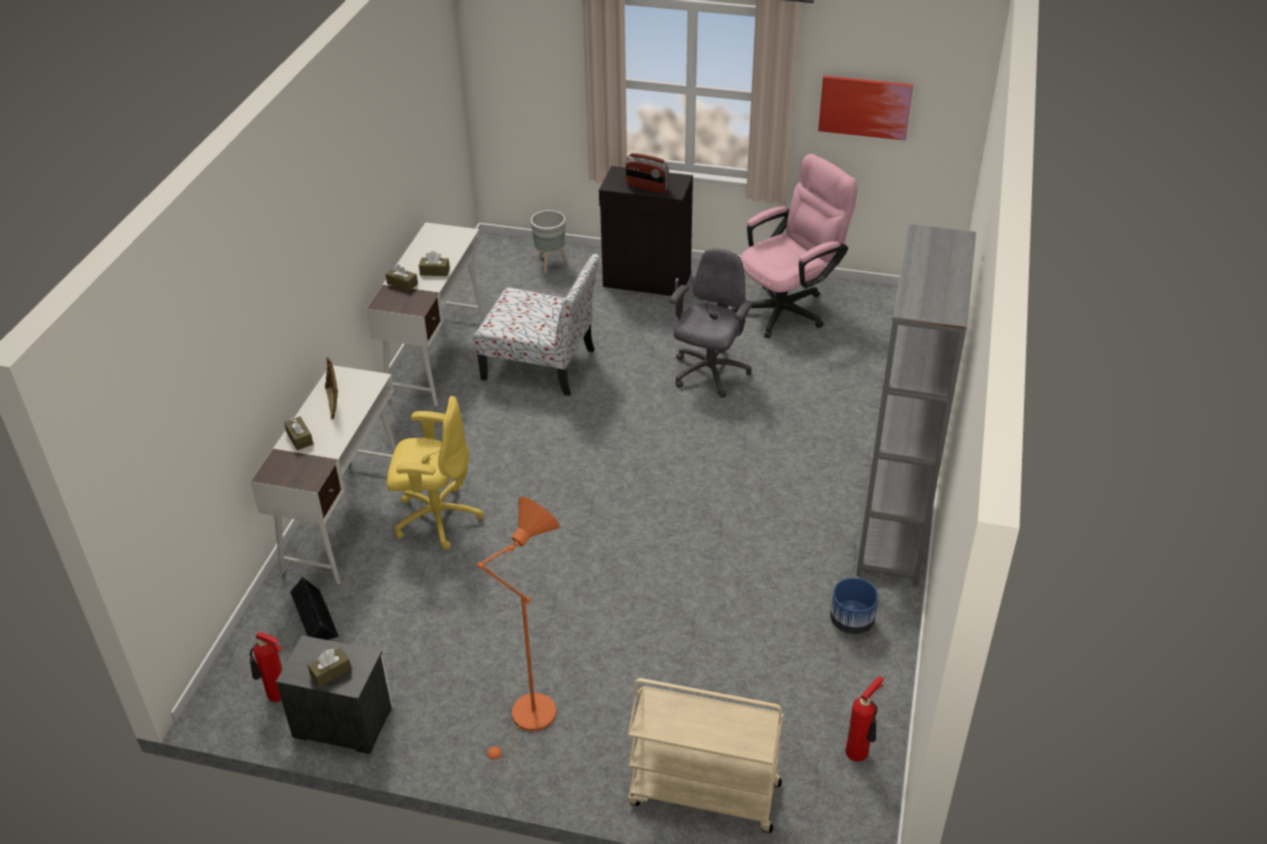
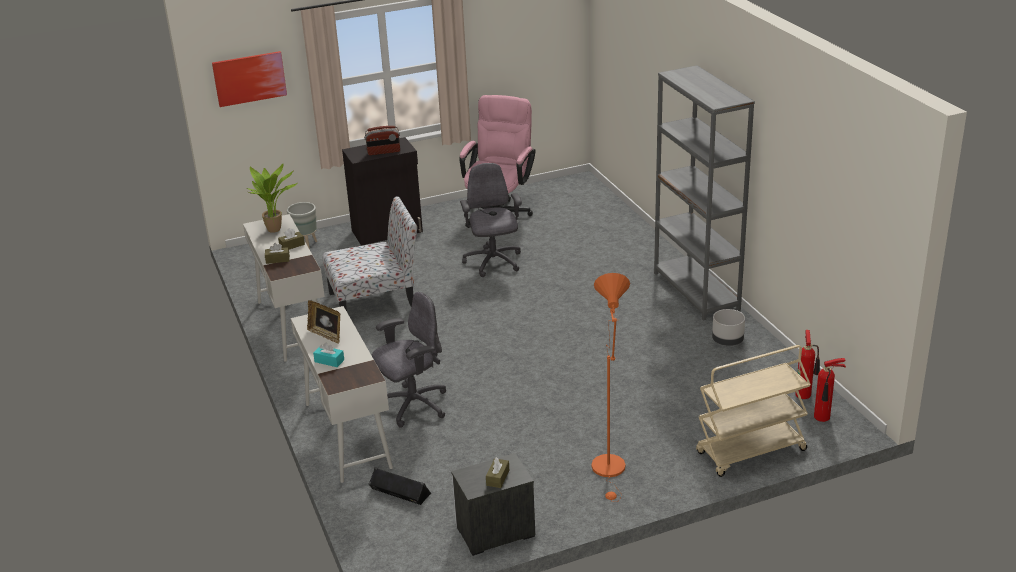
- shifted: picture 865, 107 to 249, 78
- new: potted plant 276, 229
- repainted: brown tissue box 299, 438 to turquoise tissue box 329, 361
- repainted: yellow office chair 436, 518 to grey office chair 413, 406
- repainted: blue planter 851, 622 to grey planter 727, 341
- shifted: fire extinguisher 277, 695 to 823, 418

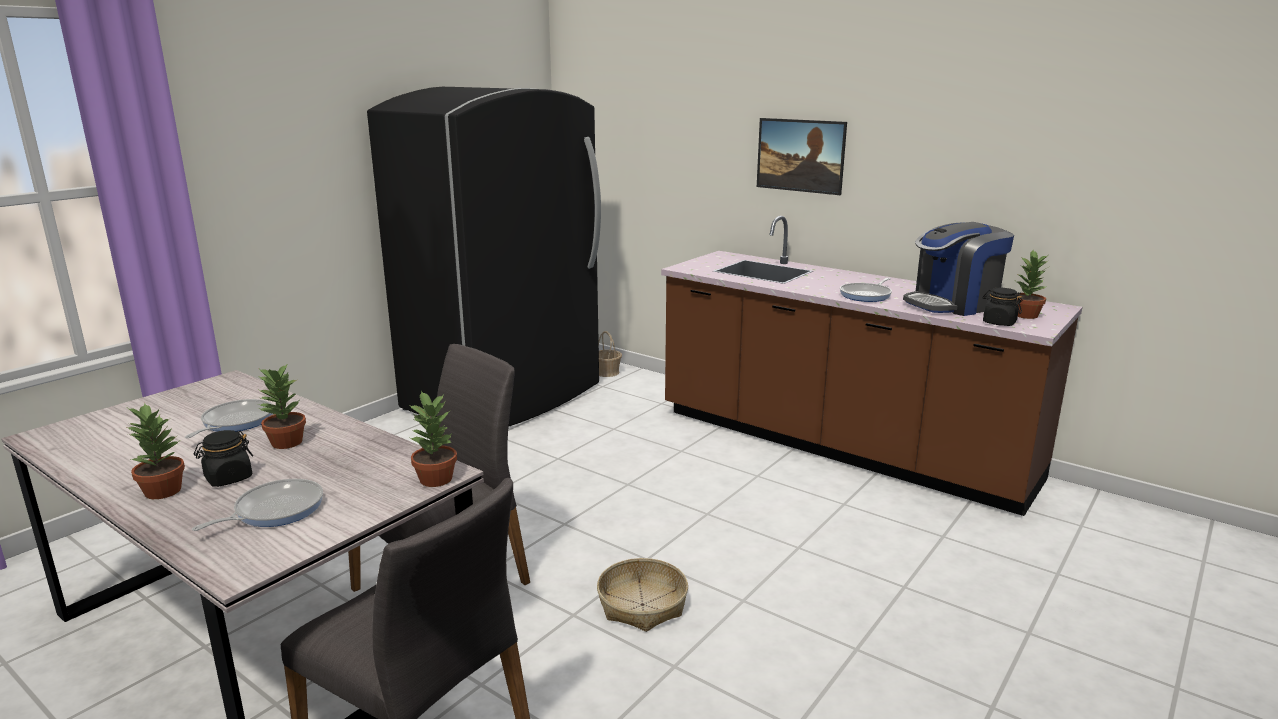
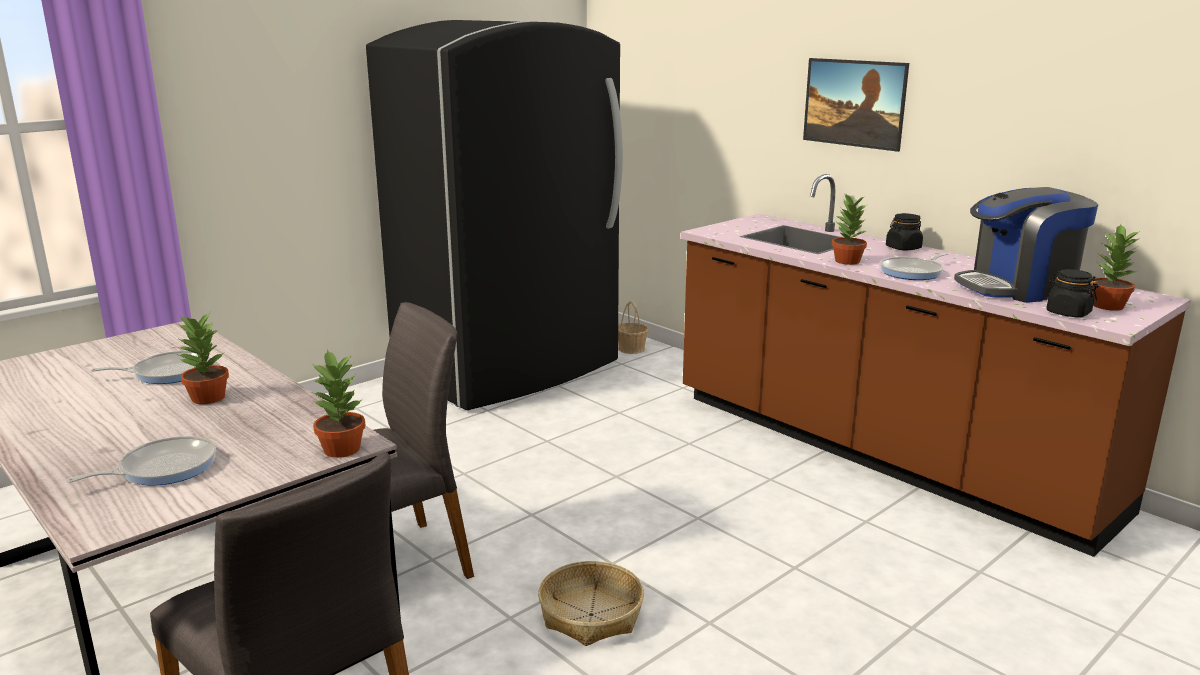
- rotated: frying pan 235, 422 = 167, 373 45 degrees clockwise
- shifted: potted plant 162, 491 to 846, 261
- shifted: black jar 228, 478 to 903, 248

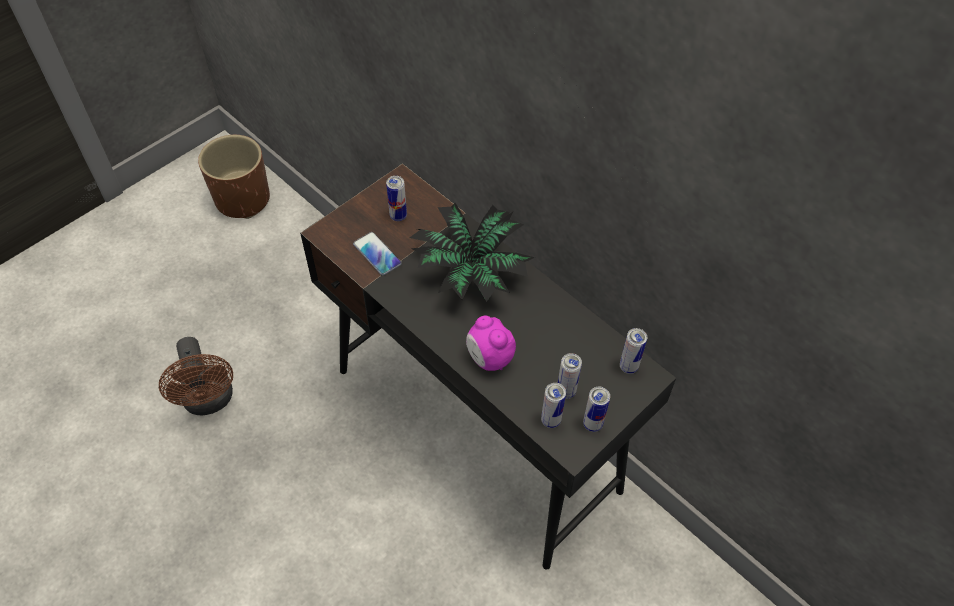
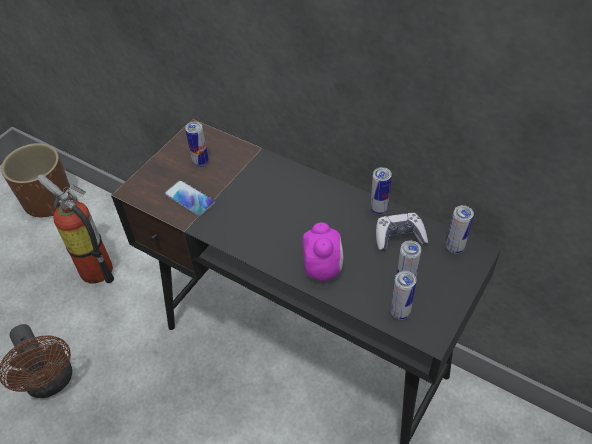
- new: fire extinguisher 96, 266
- rotated: alarm clock 489, 358 = 323, 268 135 degrees counterclockwise
- shifted: can 592, 424 to 379, 209
- new: game controller 399, 237
- gone: potted plant 470, 270

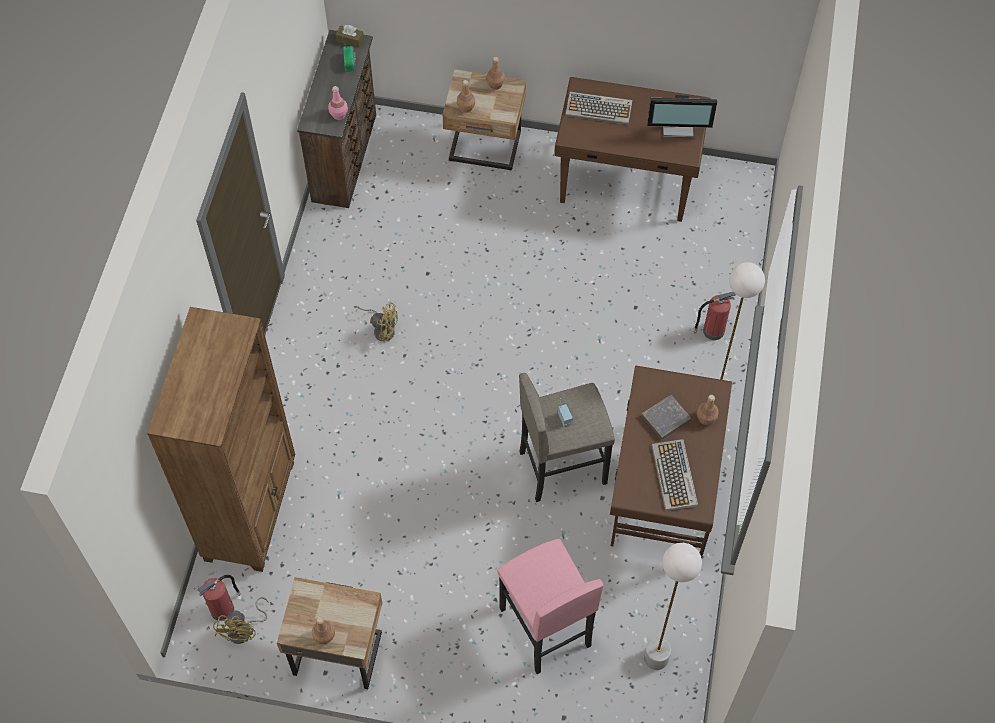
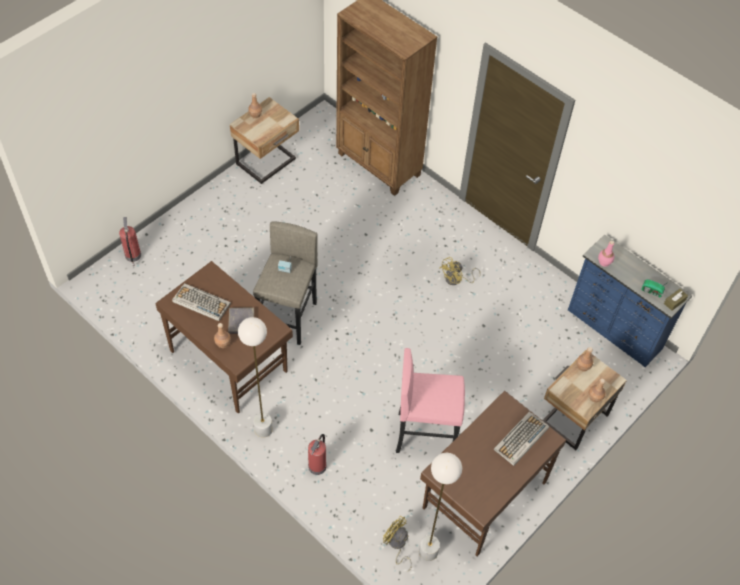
- shifted: fire extinguisher 223, 608 to 133, 256
- shifted: yellow fan 244, 630 to 397, 545
- shifted: pink stool 544, 627 to 425, 434
- shifted: white floor lamp 656, 658 to 428, 551
- repainted: brown dresser 346, 157 to blue dresser 614, 330
- gone: monitor 678, 126

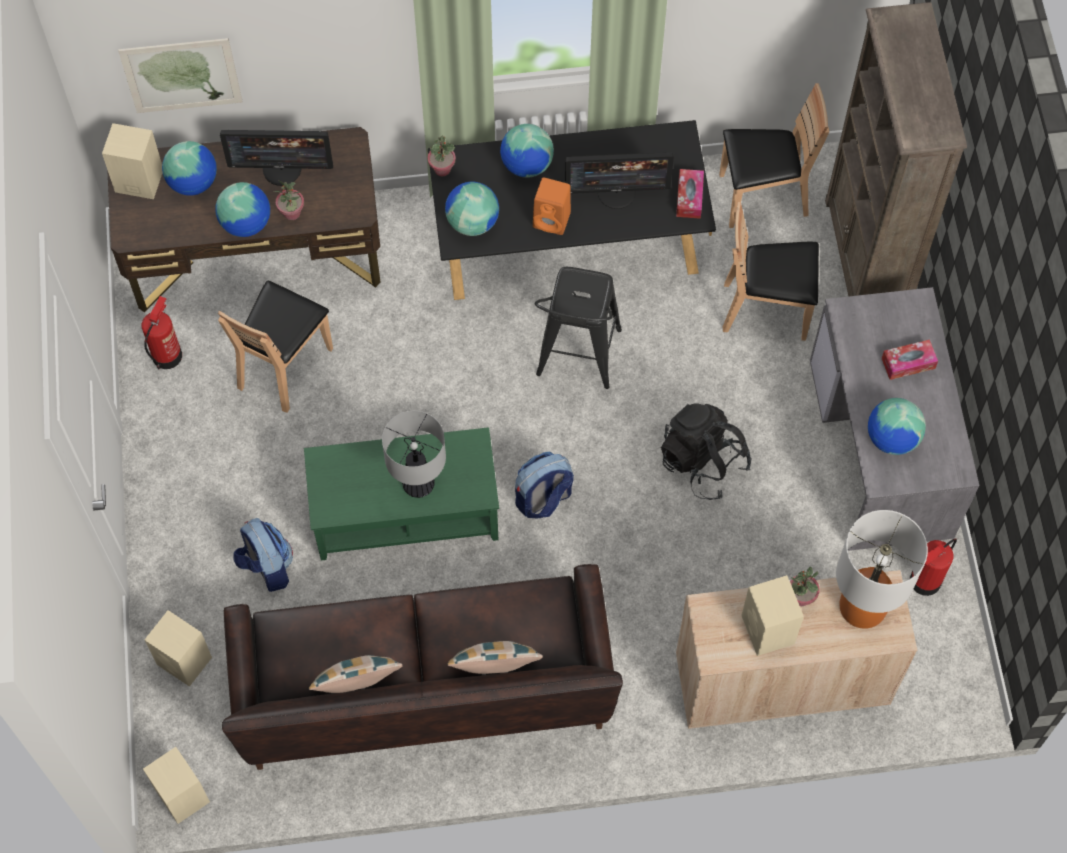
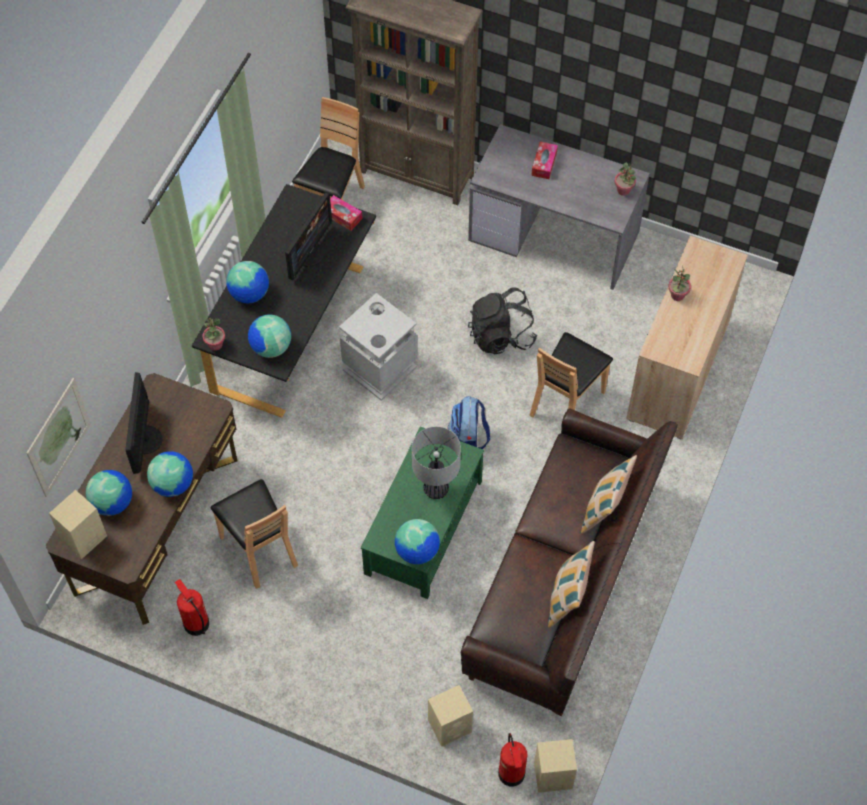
- rotated: monitor 282, 168 = 144, 440 150 degrees clockwise
- swapped: black stool 576, 361 to grey trash can 380, 369
- shifted: globe 891, 438 to 417, 551
- shifted: fire extinguisher 924, 581 to 511, 774
- shifted: brown chair 766, 309 to 566, 402
- shifted: potted plant 292, 213 to 623, 190
- gone: backpack 267, 566
- gone: orange speaker 553, 220
- gone: beige speaker 768, 631
- gone: table lamp 862, 607

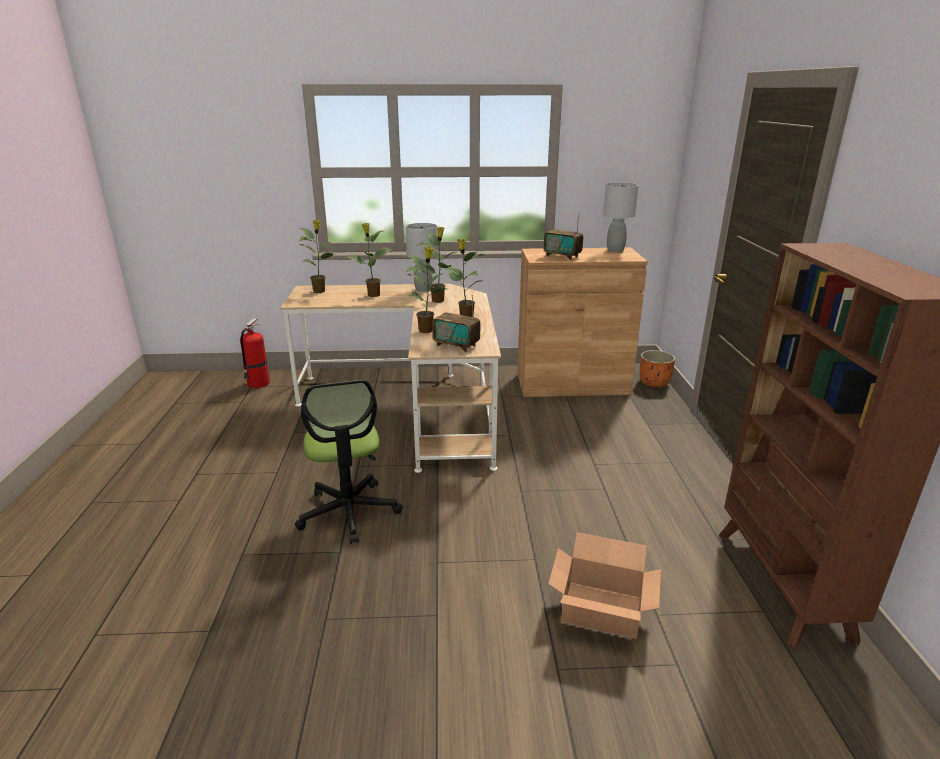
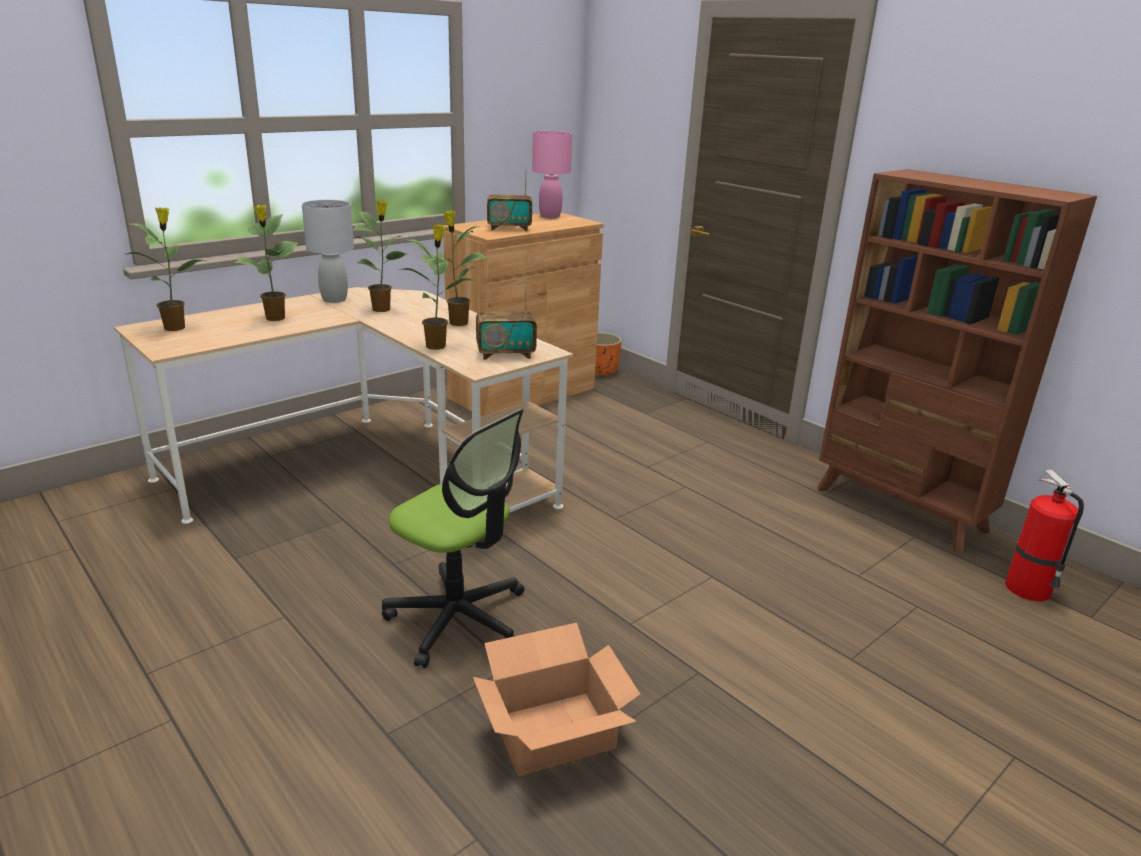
- shifted: cardboard box 600, 608 to 552, 731
- repainted: grey table lamp 615, 250 to pink table lamp 550, 216
- shifted: fire extinguisher 258, 383 to 1029, 590

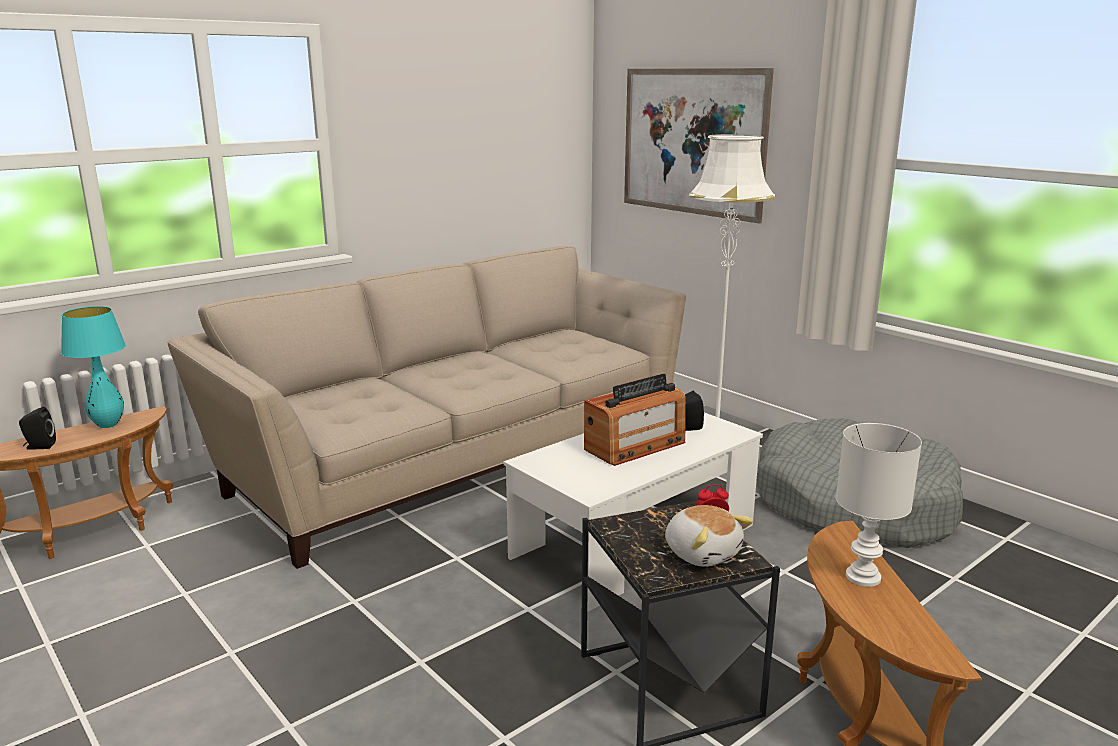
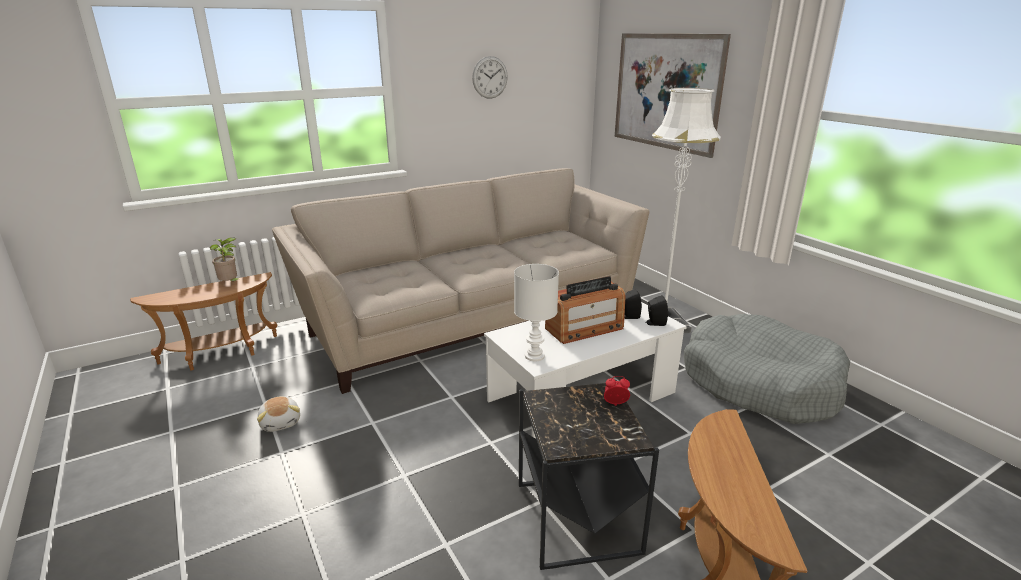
- swapped: turquoise table lamp 108, 425 to potted plant 230, 284
- shifted: plush toy 702, 553 to 281, 422
- new: wall clock 490, 77
- shifted: white table lamp 863, 578 to 534, 356
- shifted: black speaker 39, 446 to 654, 323

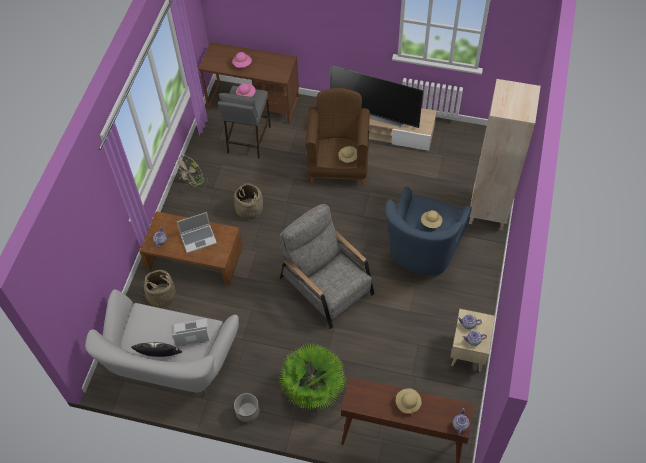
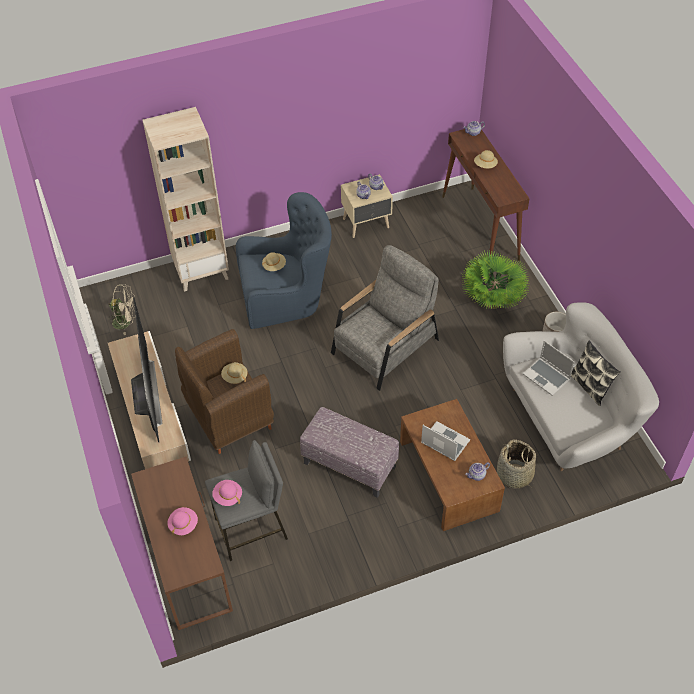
- shifted: beige fan 195, 184 to 125, 322
- swapped: basket 249, 209 to ottoman 349, 465
- rotated: grey armchair 327, 286 = 385, 347 150 degrees counterclockwise

